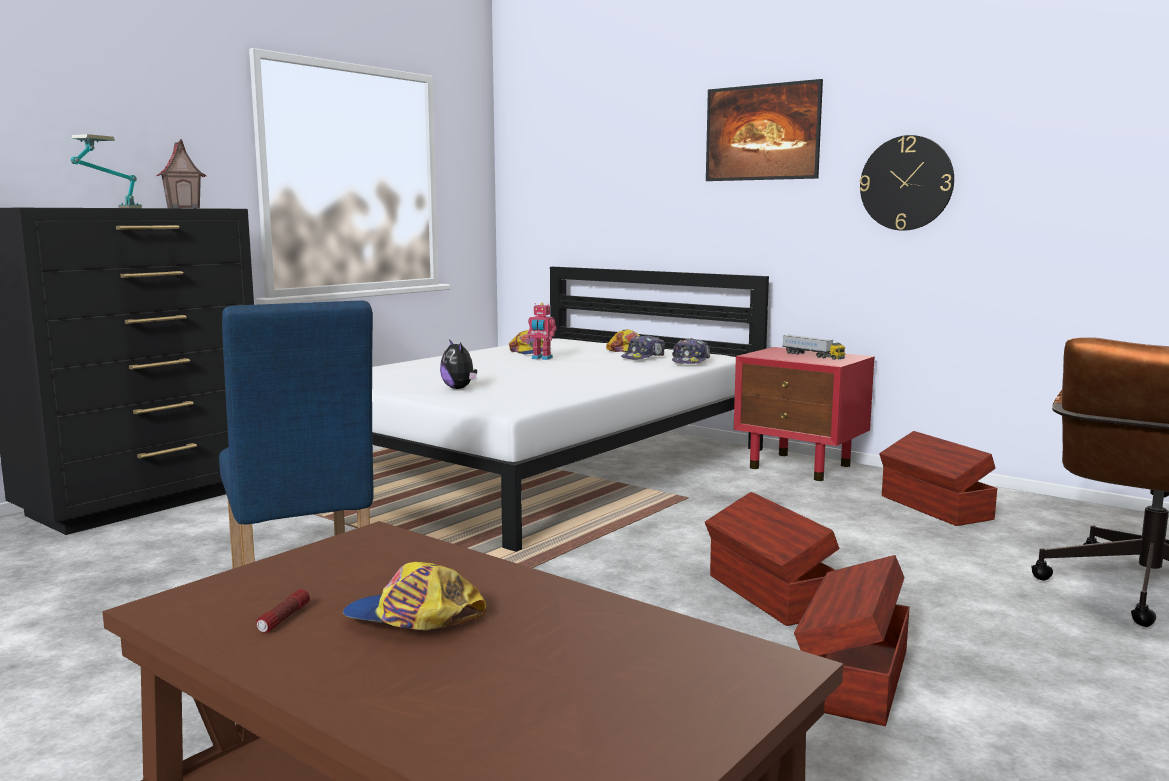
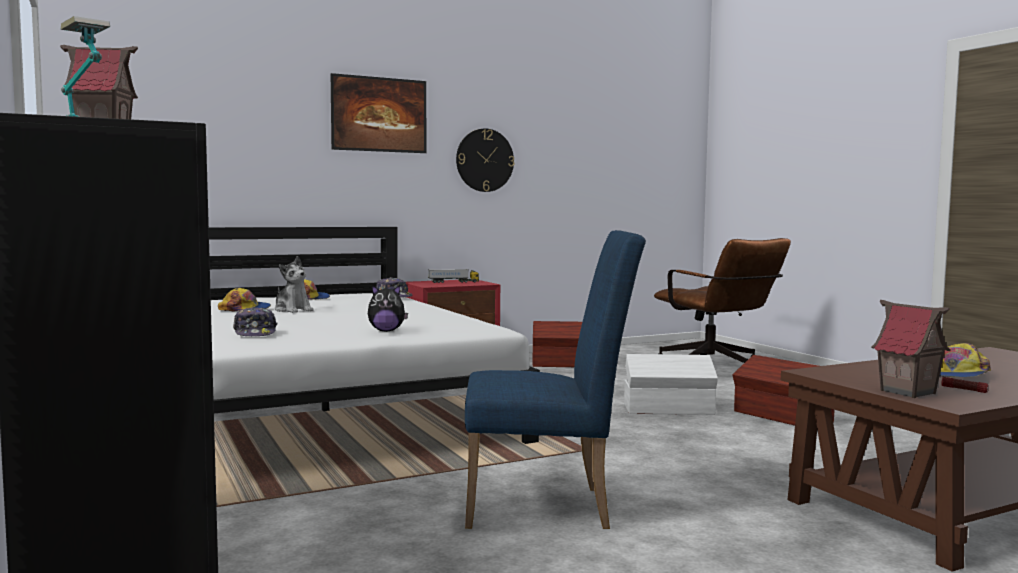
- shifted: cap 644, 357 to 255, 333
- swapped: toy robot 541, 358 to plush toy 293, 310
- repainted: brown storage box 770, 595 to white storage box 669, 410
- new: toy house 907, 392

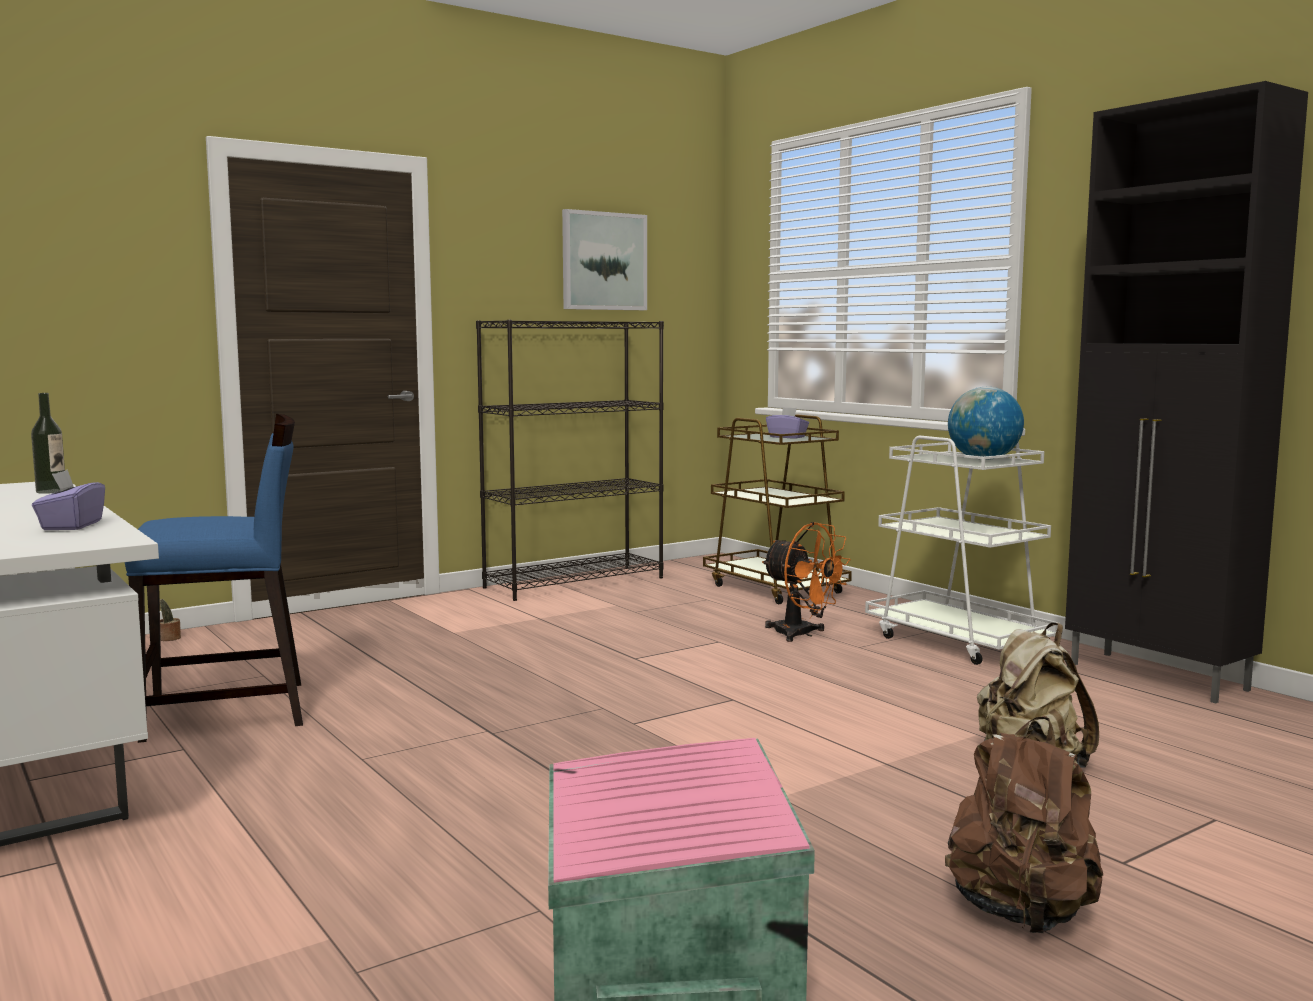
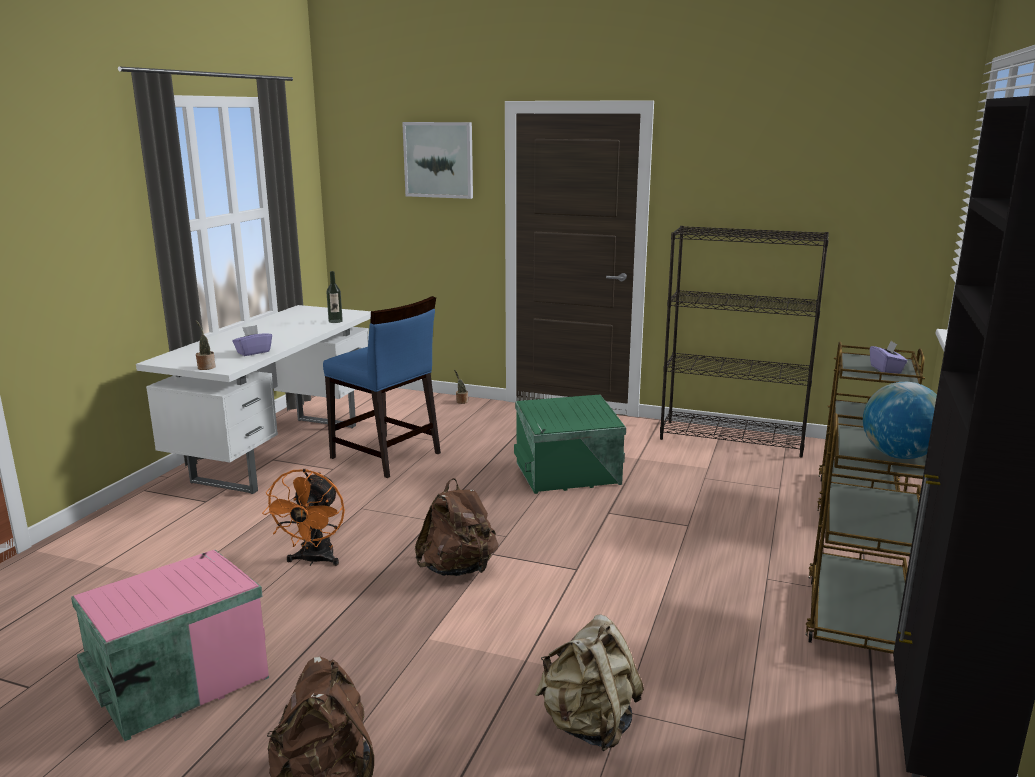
- new: potted plant 206, 367
- shifted: orange fan 802, 634 to 314, 560
- shifted: picture 604, 261 to 439, 160
- new: brown backpack 458, 569
- new: green storage box 569, 474
- repainted: white cart 958, 642 to brown cart 859, 617

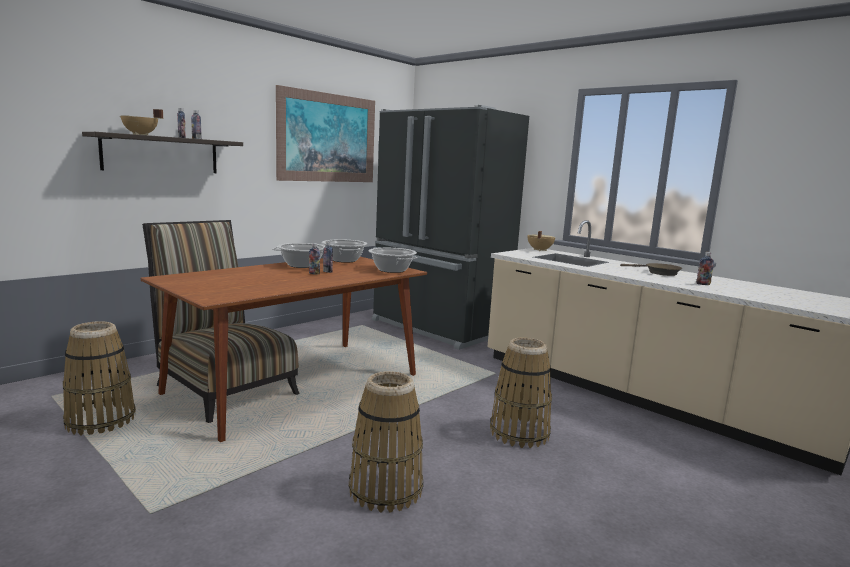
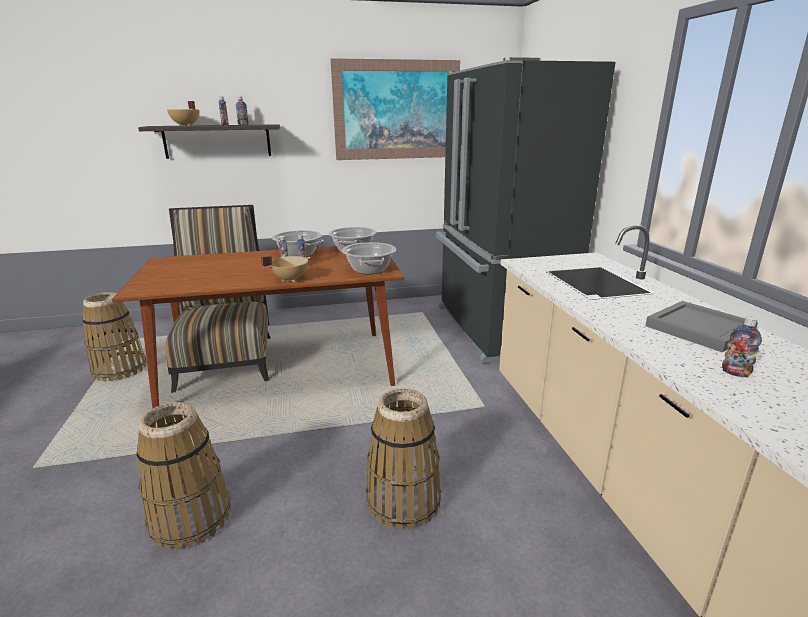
- shifted: beige cooking pot 539, 250 to 289, 279
- swapped: brown frying pan 659, 272 to grey tray 700, 329

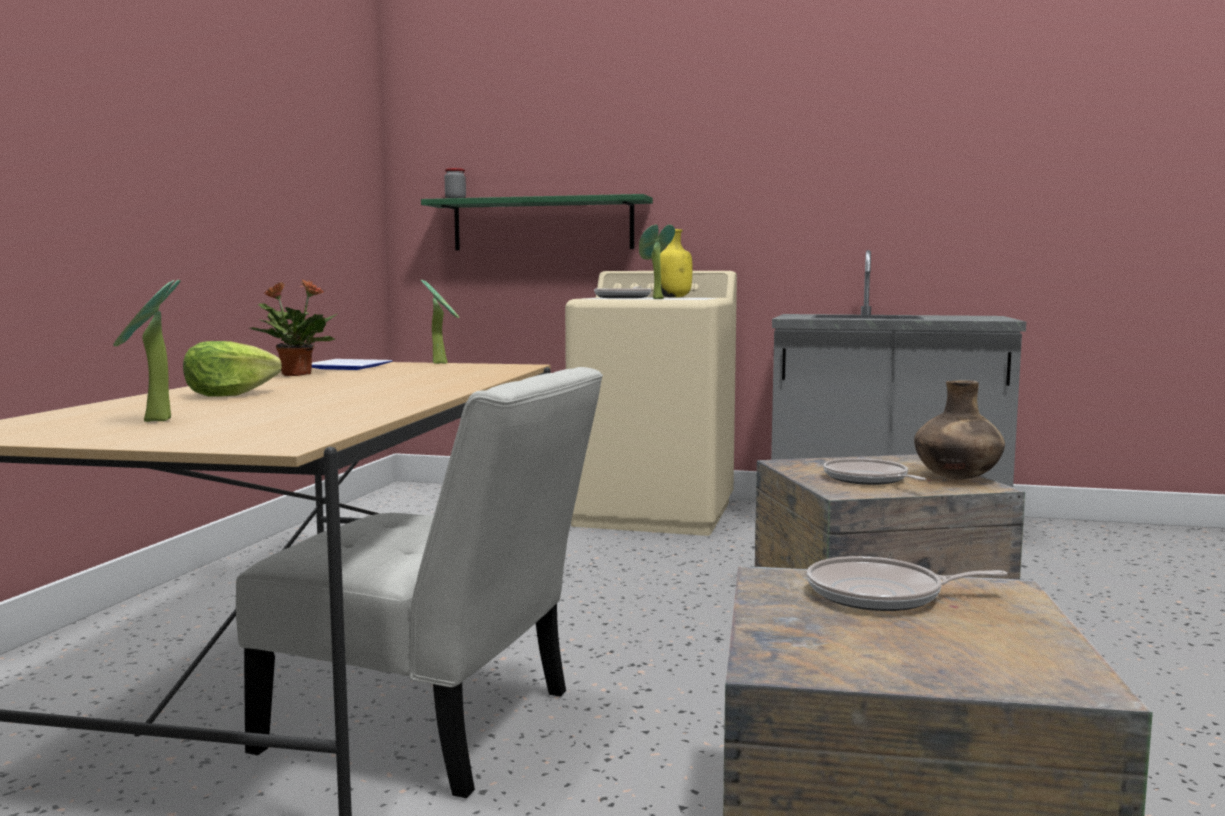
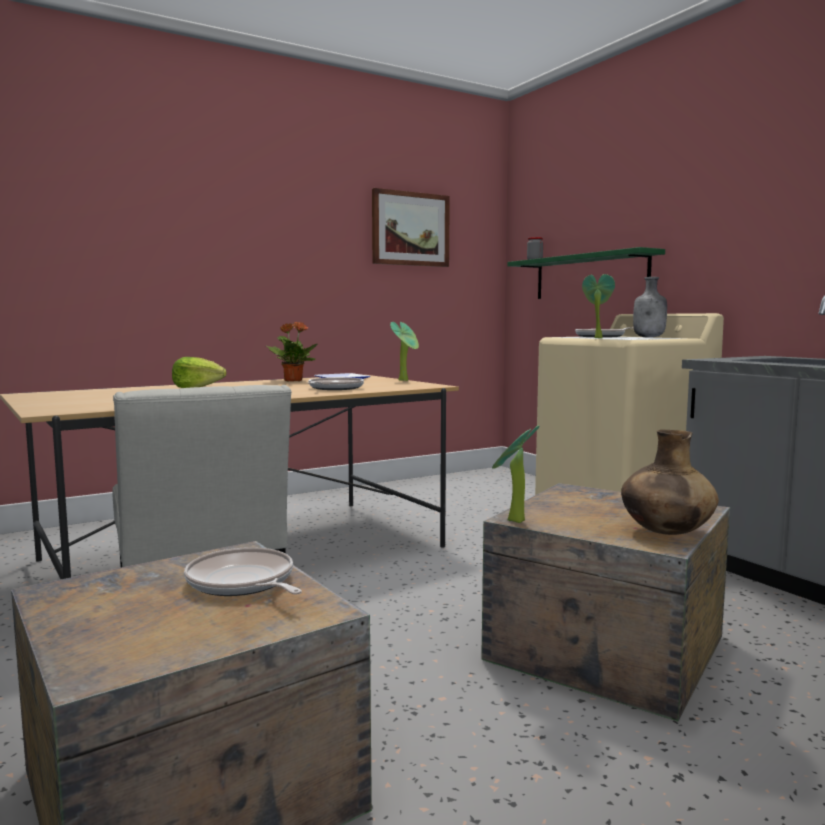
- shifted: frying pan 868, 479 to 334, 388
- new: picture 410, 229
- shifted: potted plant 153, 421 to 513, 522
- repainted: yellow bottle 674, 297 to grey bottle 649, 337

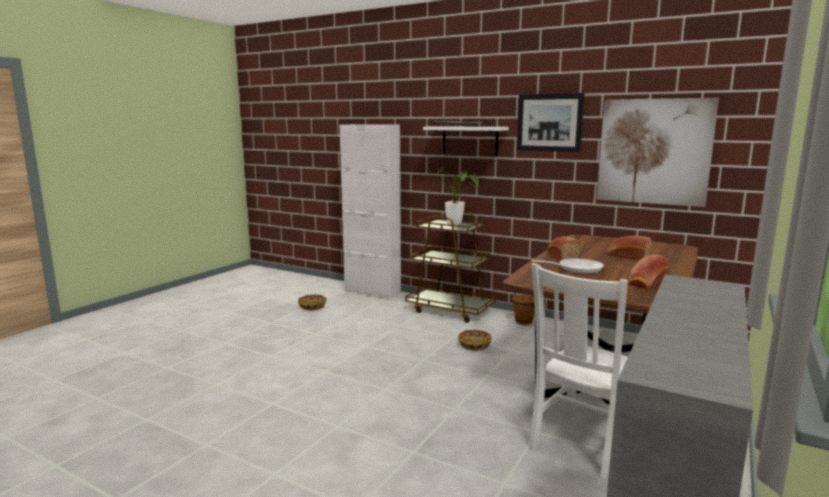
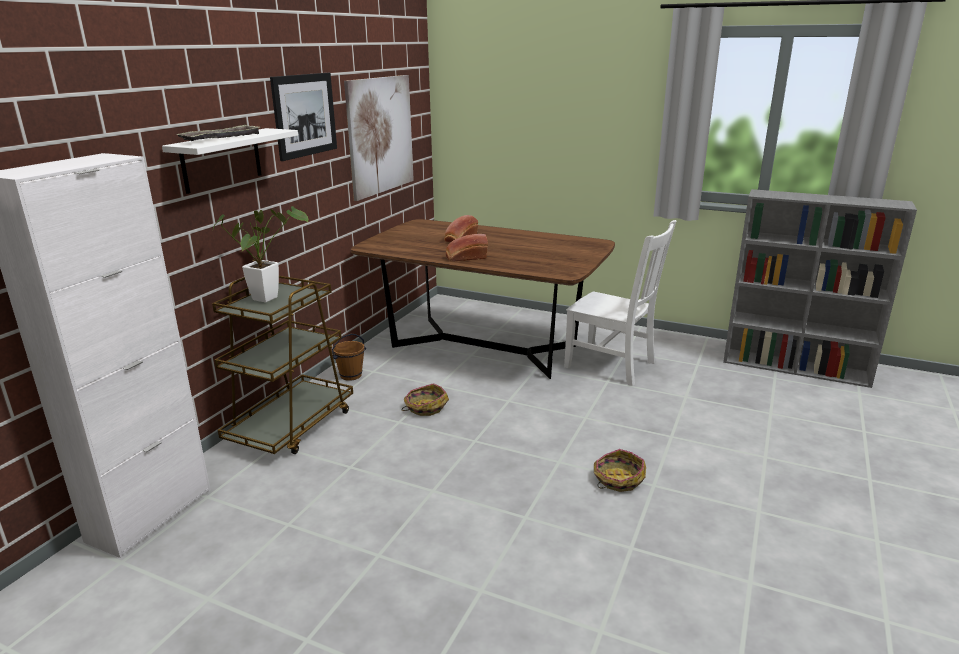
- shifted: basket 312, 306 to 618, 479
- gone: frying pan 576, 269
- gone: bread 646, 283

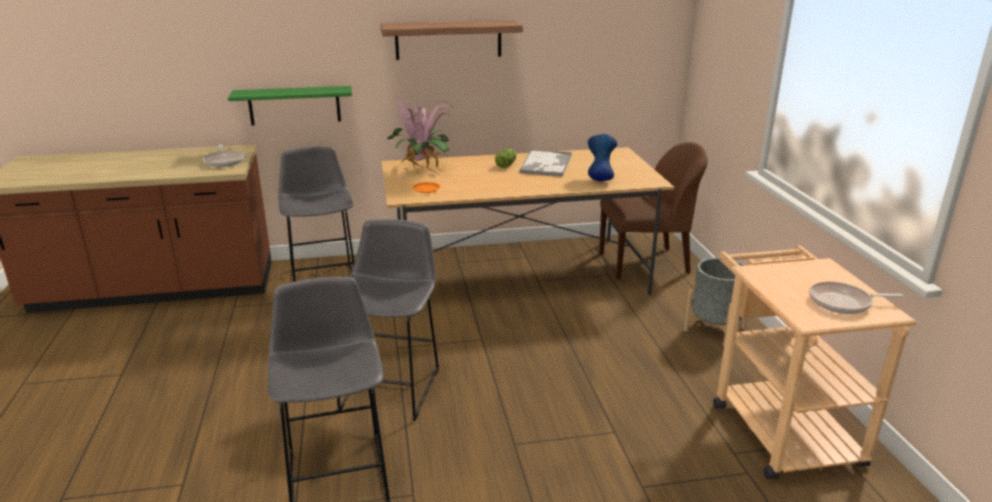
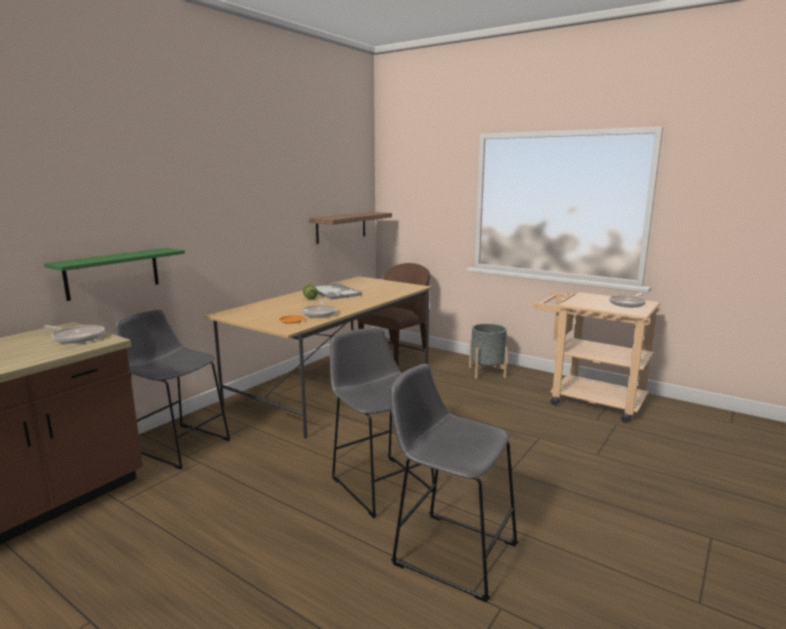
- new: frying pan 319, 313
- shifted: shelf 448, 39 to 341, 227
- gone: potted plant 422, 169
- gone: blue vase 599, 179

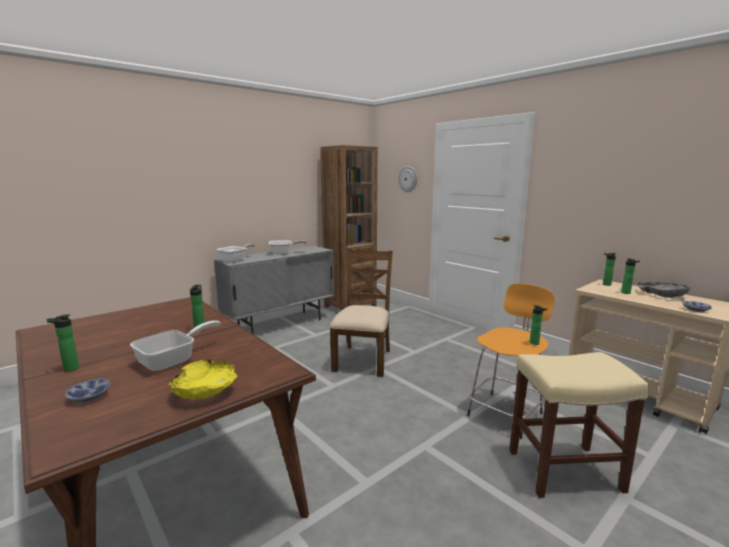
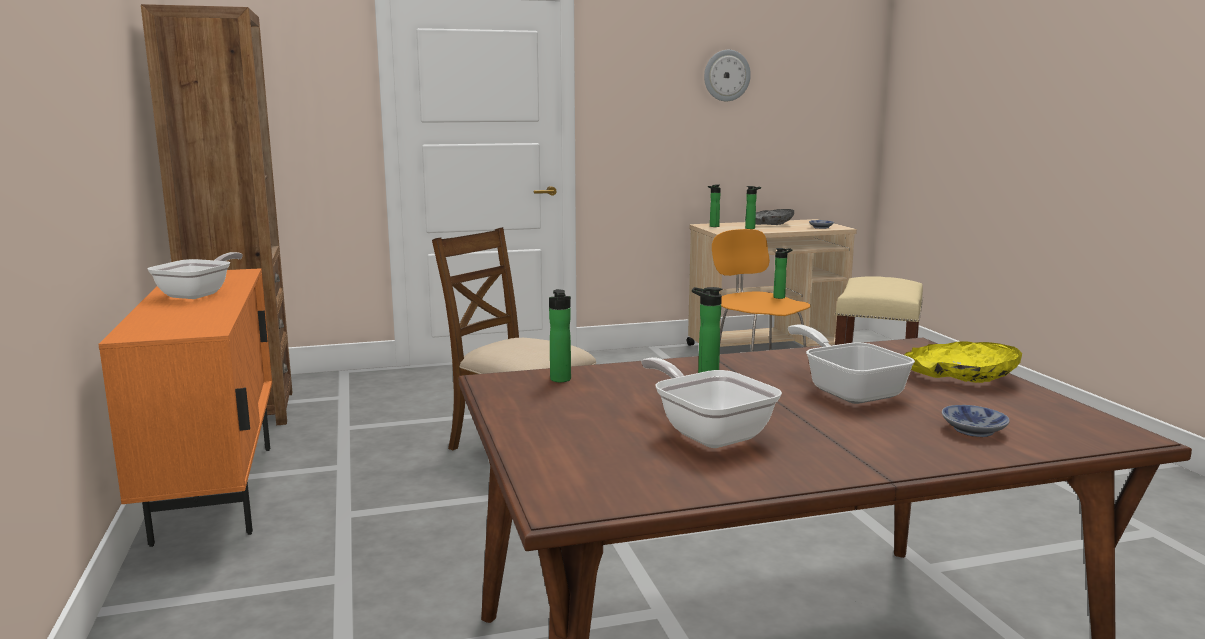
- repainted: grey cabinet 280, 324 to orange cabinet 216, 492
- shifted: bottle 68, 369 to 561, 380
- shifted: frying pan 235, 260 to 708, 432
- shifted: wall clock 408, 179 to 726, 75

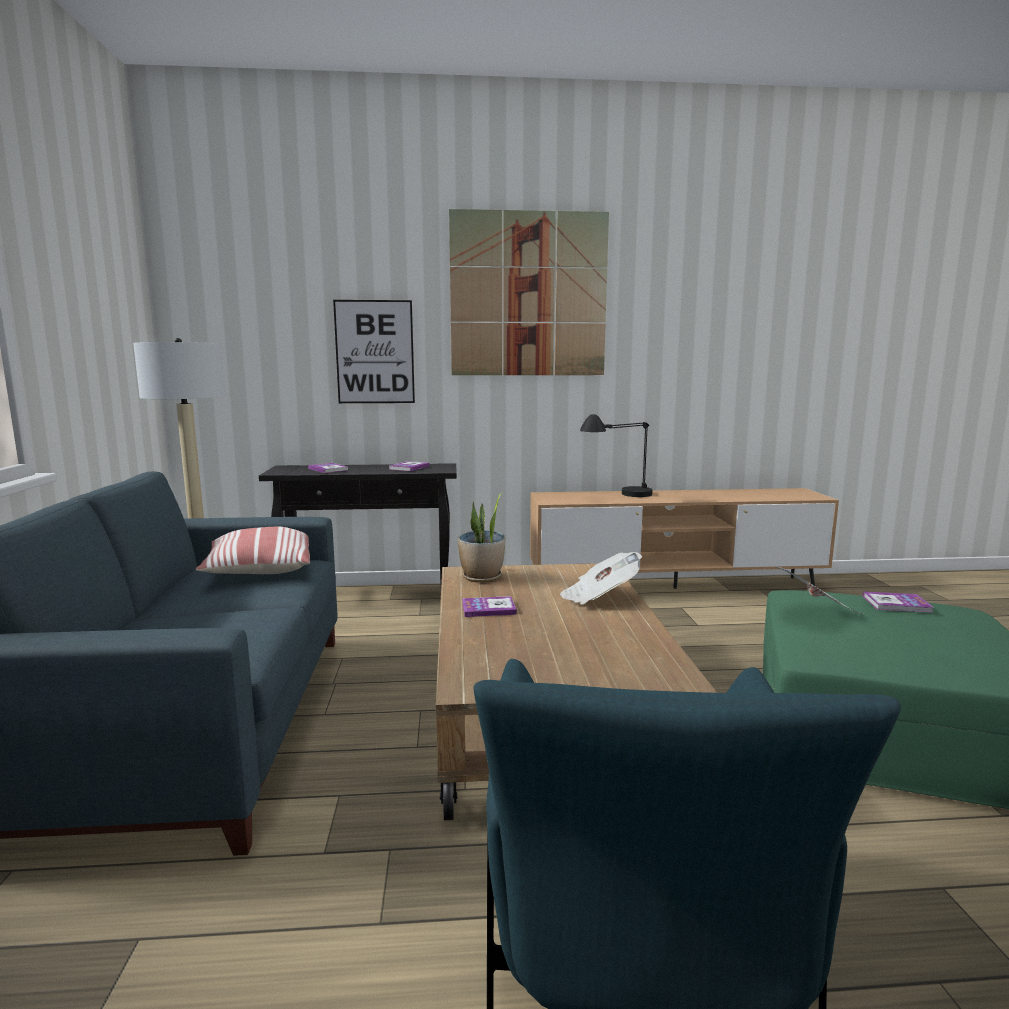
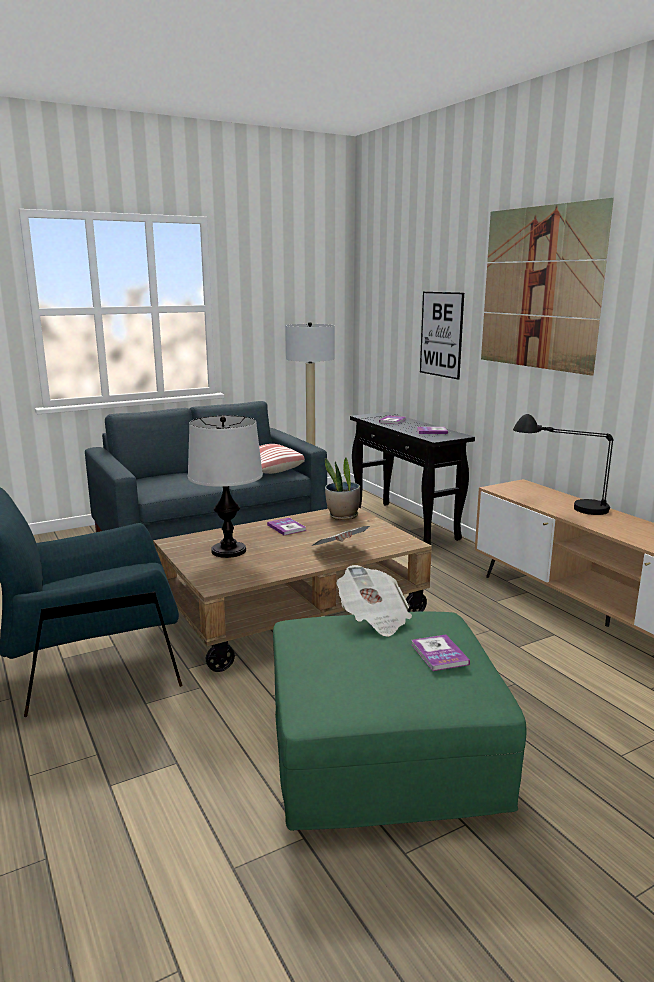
- new: table lamp 229, 551

